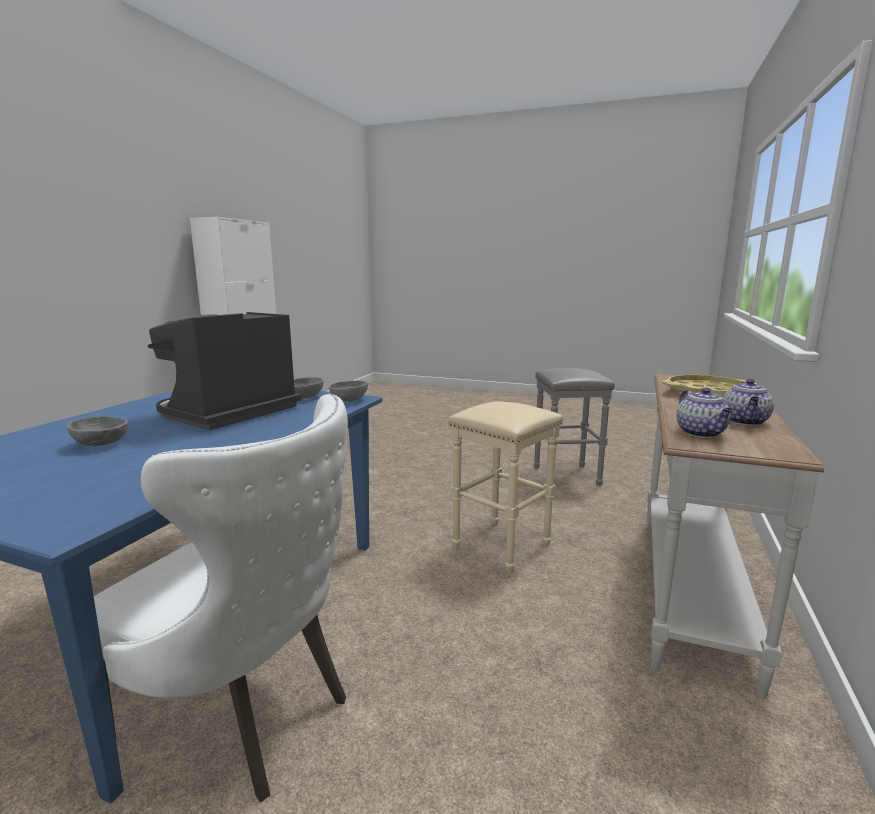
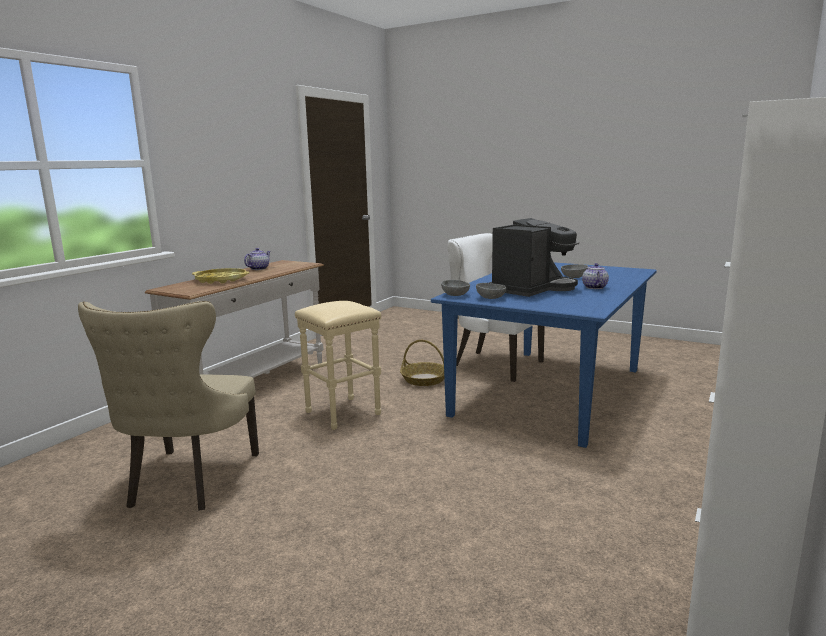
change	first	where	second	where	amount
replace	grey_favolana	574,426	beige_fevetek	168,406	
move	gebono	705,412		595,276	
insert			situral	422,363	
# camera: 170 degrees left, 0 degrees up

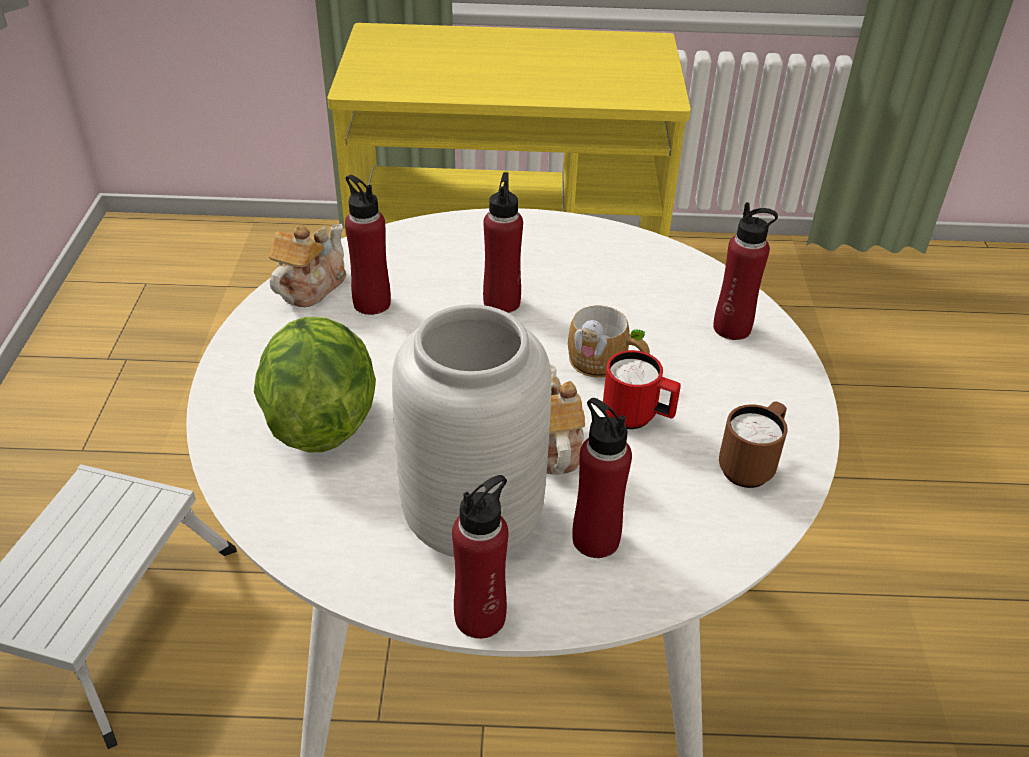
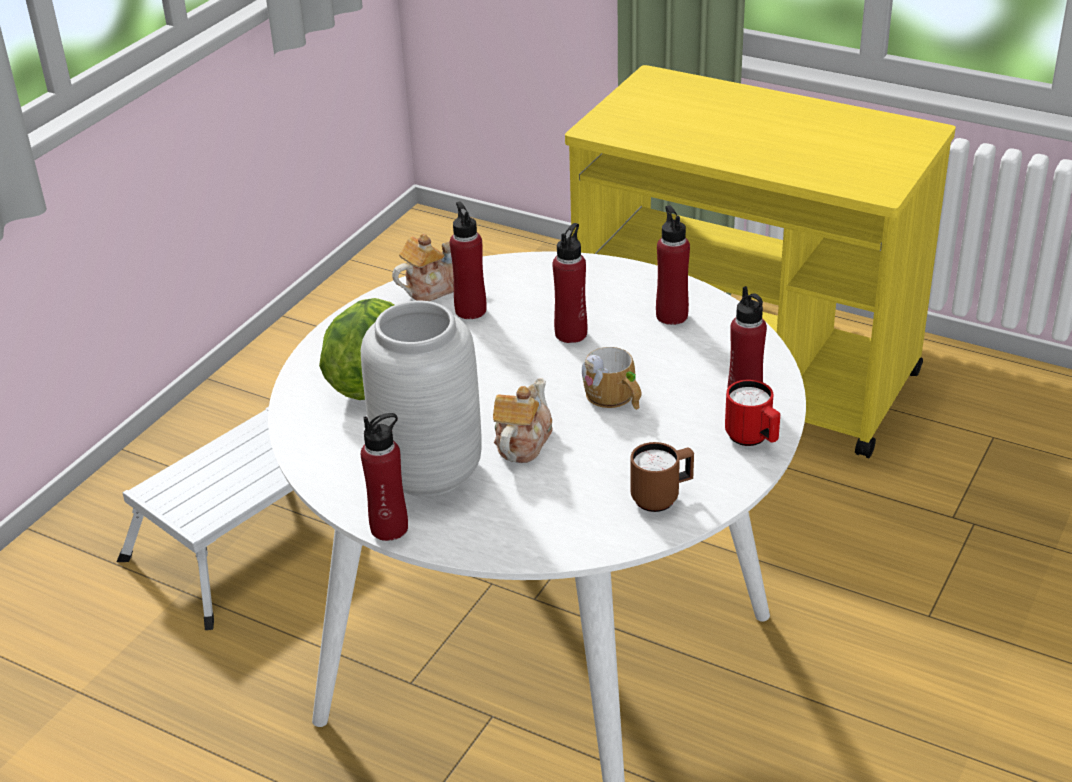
change	first	where	second	where	amount
move	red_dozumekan	642,389		752,413	
move	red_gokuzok	602,478		673,265	
# camera: 30 degrees right, 5 degrees down

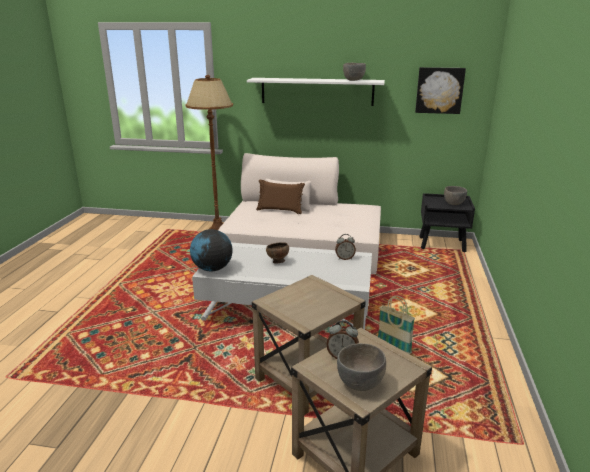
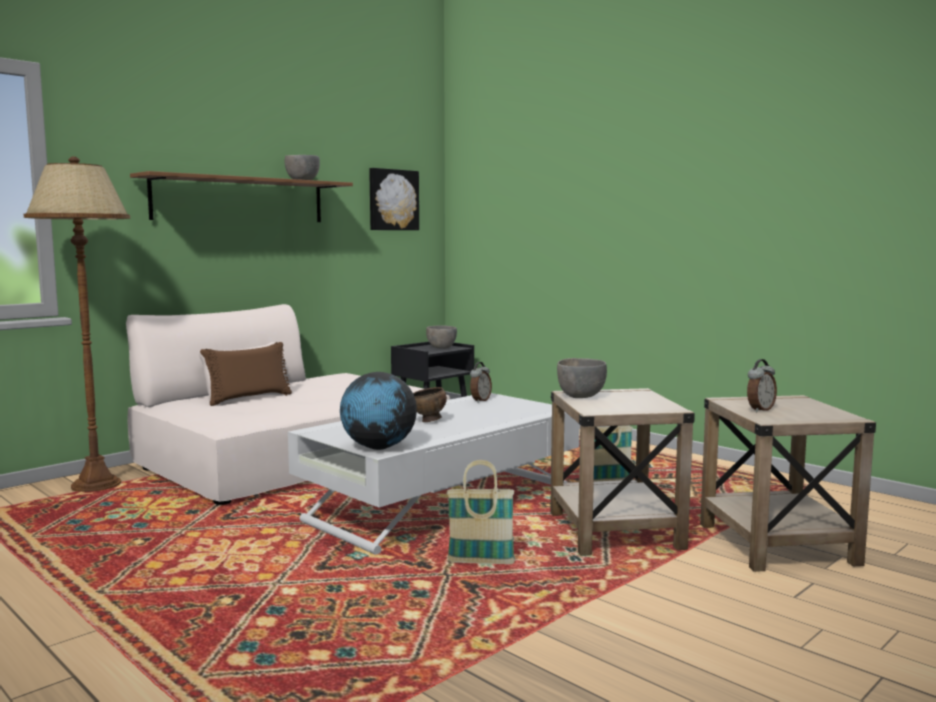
change	first	where	second	where	amount
recolor	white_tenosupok	316,92	brown_tenosupok	241,196	
move	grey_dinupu	361,367		582,378	
insert			situral	481,512	
# camera: 55 degrees left, 15 degrees down

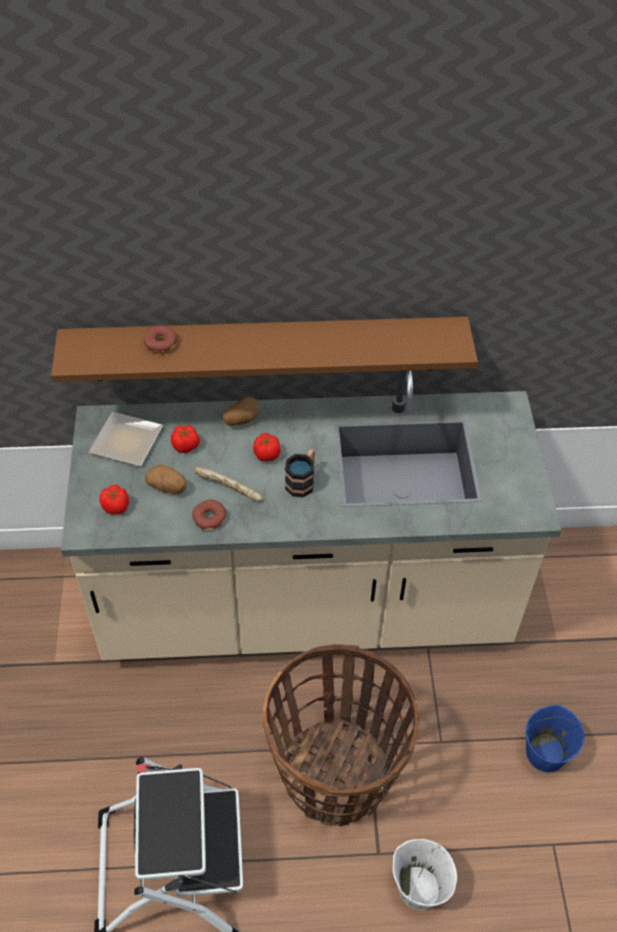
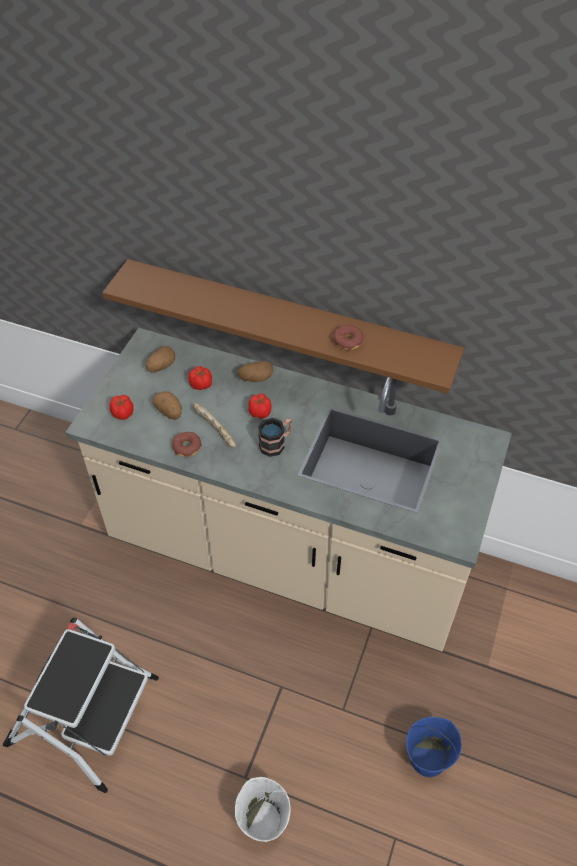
change	first	where	second	where	amount
move	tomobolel	161,339		348,338	
replace	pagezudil	126,439	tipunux	160,359	
delete	situral	341,735			
# camera: 25 degrees right, 0 degrees up

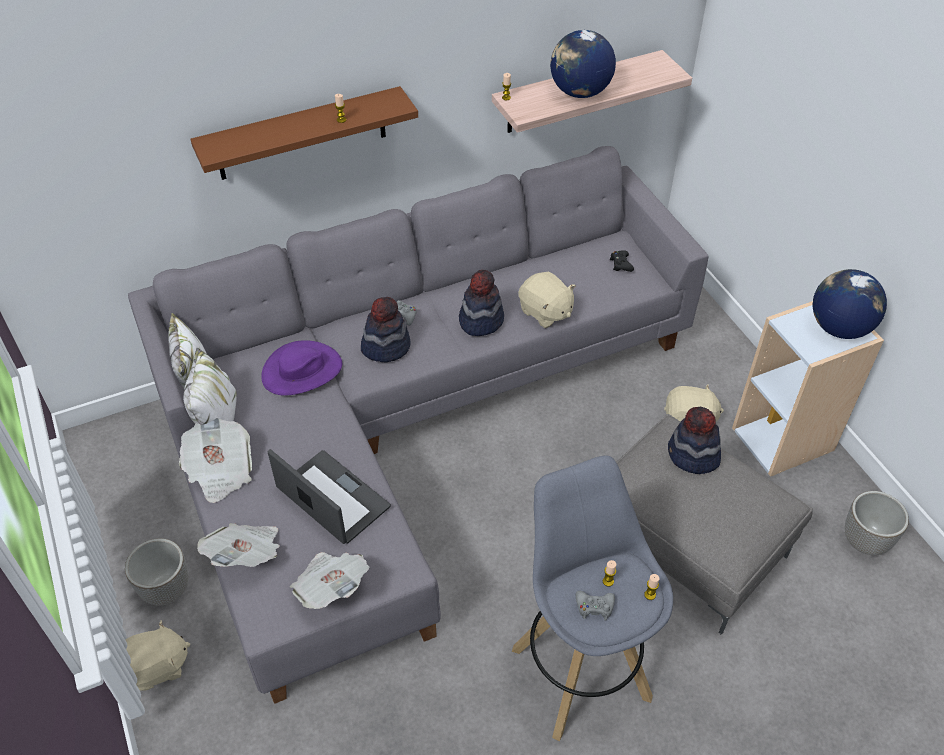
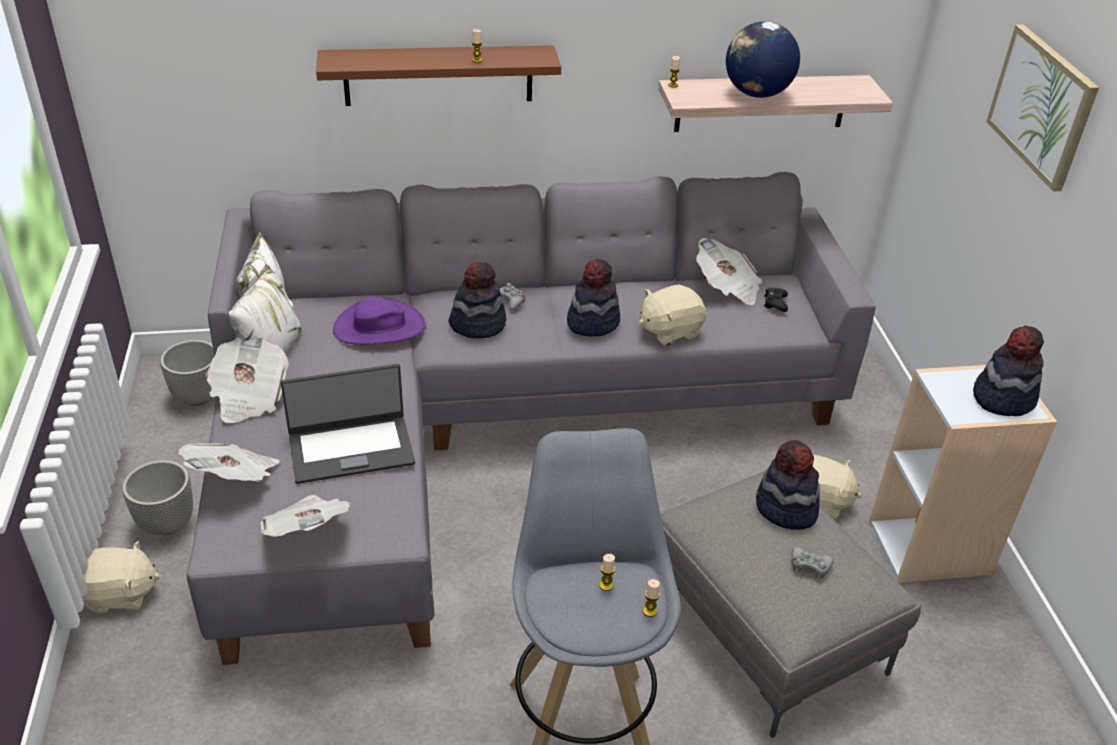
change	first	where	second	where	amount
replace	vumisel	850,304	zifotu	1008,371	
rotate	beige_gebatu	547,300		672,315	90 degrees clockwise
rotate	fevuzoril	329,496		348,424	105 degrees clockwise
move	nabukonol	877,523		187,373	
move	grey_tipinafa	595,605		812,563	
insert			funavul	1042,108	
insert			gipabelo	729,271	
# camera: 15 degrees right, 10 degrees down

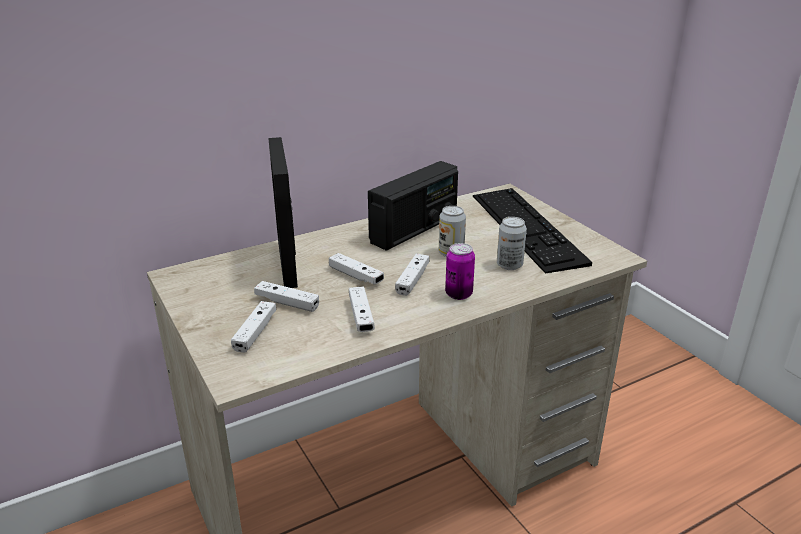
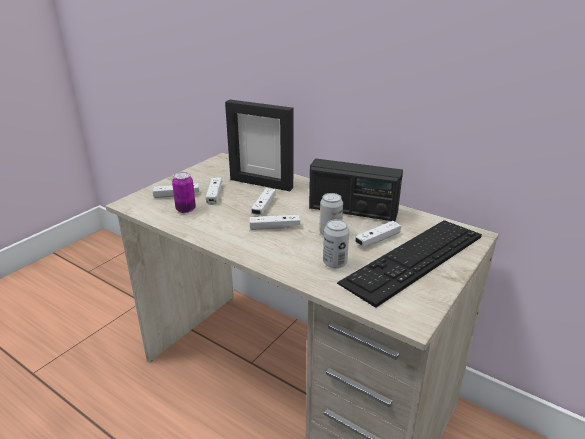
change	first	where	second	where	amount
rotate	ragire	283,212		259,145	120 degrees counterclockwise
move	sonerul	460,271		184,192	
move	white_tipinafa	362,309		378,234	
# camera: 65 degrees right, 0 degrees up

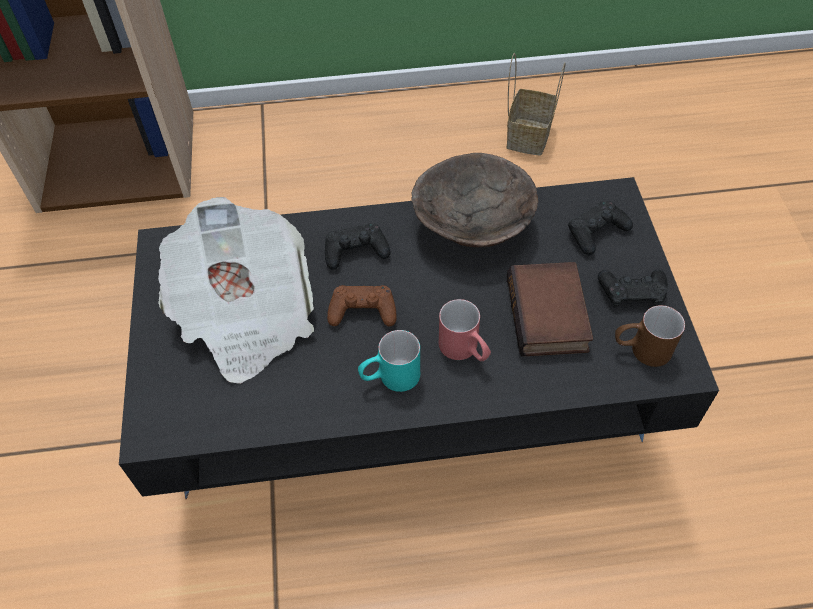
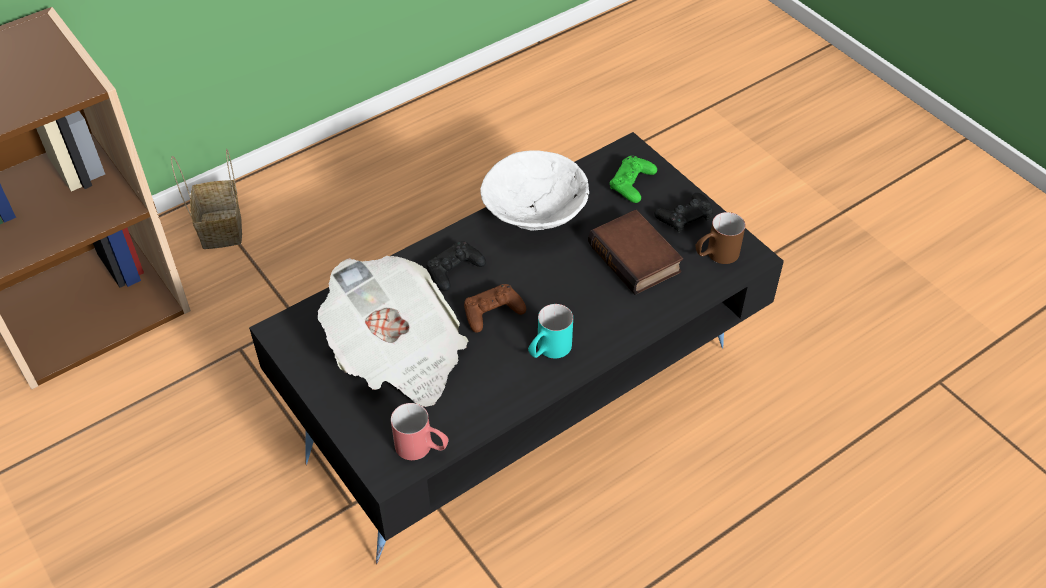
change	first	where	second	where	amount
move	situral	536,104		206,199	
recolor	brown_dinupu	474,200	white_dinupu	534,190	
recolor	black_tipinafa	600,228	green_tipinafa	633,179	
move	red_dozumekan	465,330		420,431	
# camera: 30 degrees left, 5 degrees down

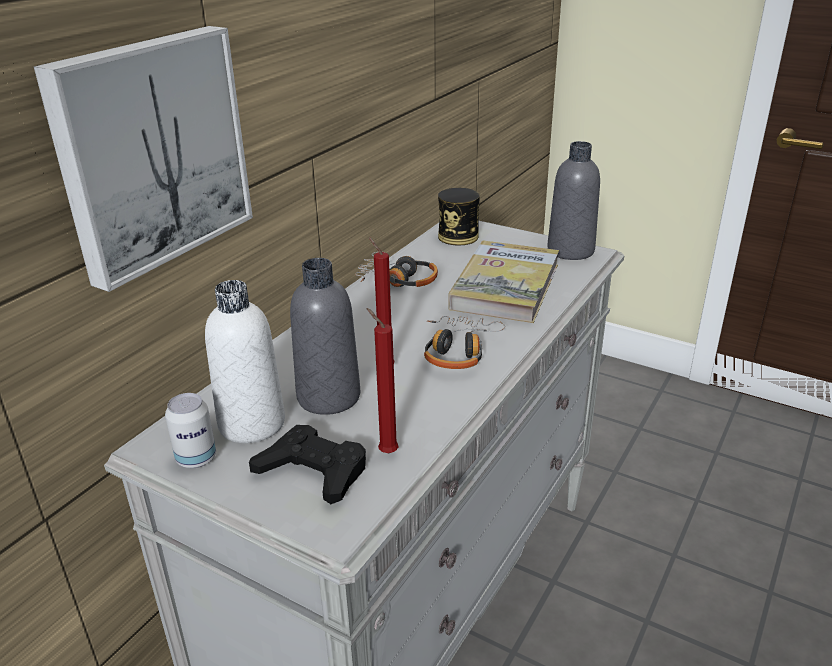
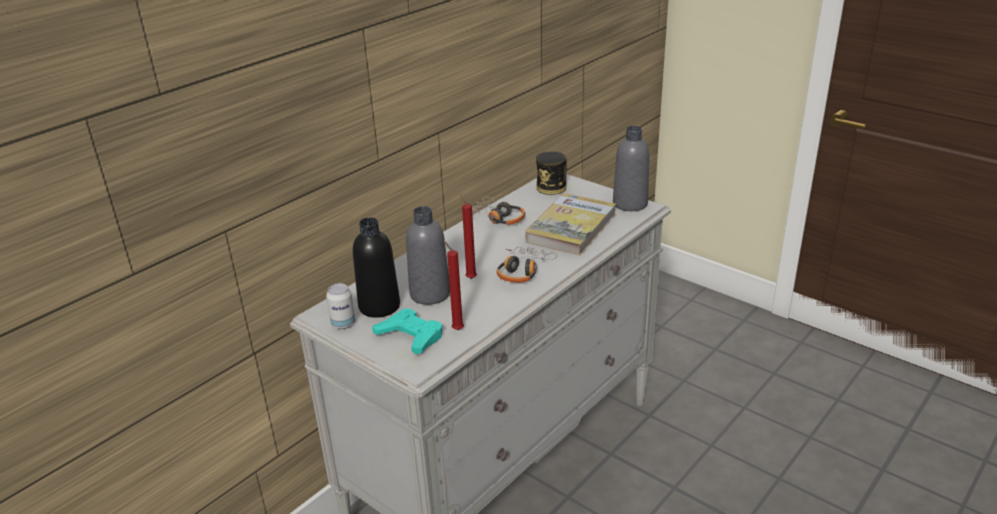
change	first	where	second	where	amount
delete	funavul	143,159			
recolor	white_gokuzok	245,361	black_gokuzok	376,268	
recolor	black_tipinafa	307,464	turquoise_tipinafa	407,331	
# camera: 10 degrees right, 0 degrees up

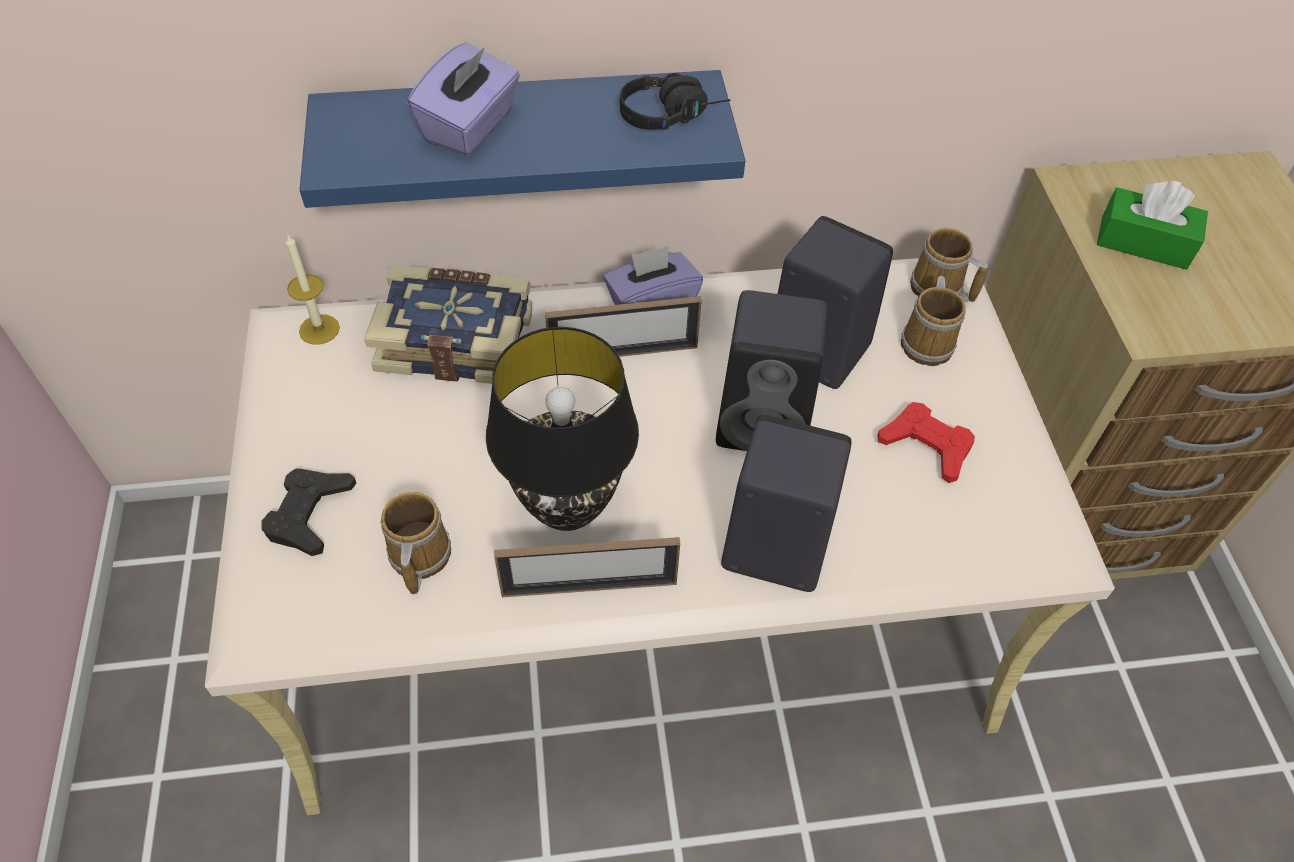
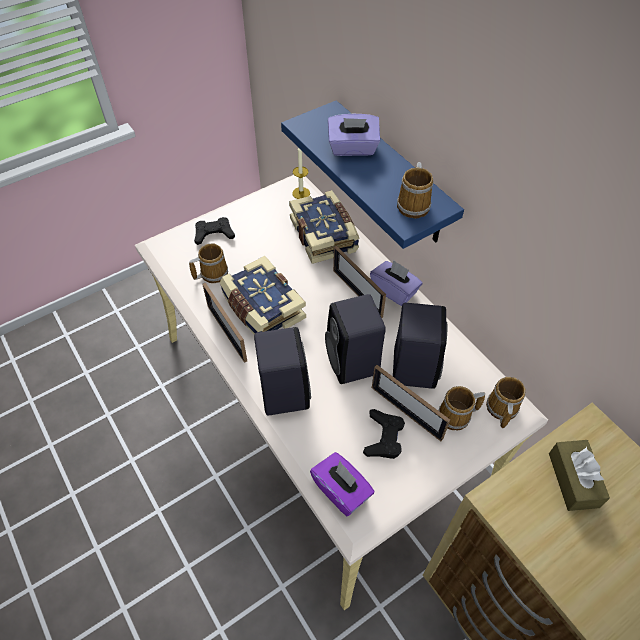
change	first	where	second	where	amount
replace	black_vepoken	675,101	dozumekan	415,190	
recolor	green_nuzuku	1152,225	brown_nuzuku	579,475	
replace	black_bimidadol	562,429	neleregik	263,295	
recolor	red_tipinafa	926,442	black_tipinafa	384,434	
insert			ragire	411,403	
insert			purple_nuzuku	342,484	
# camera: 65 degrees right, 0 degrees up

